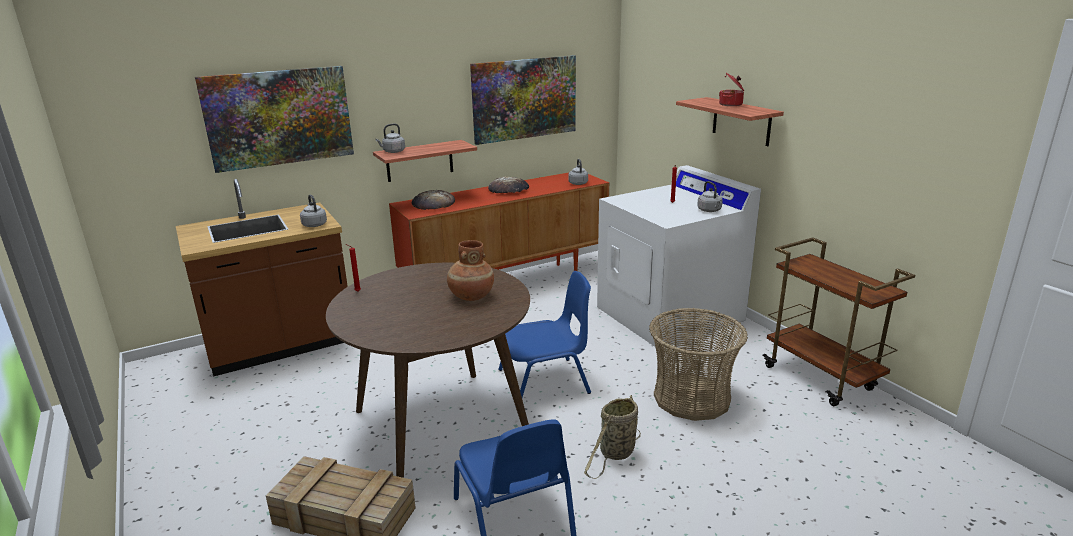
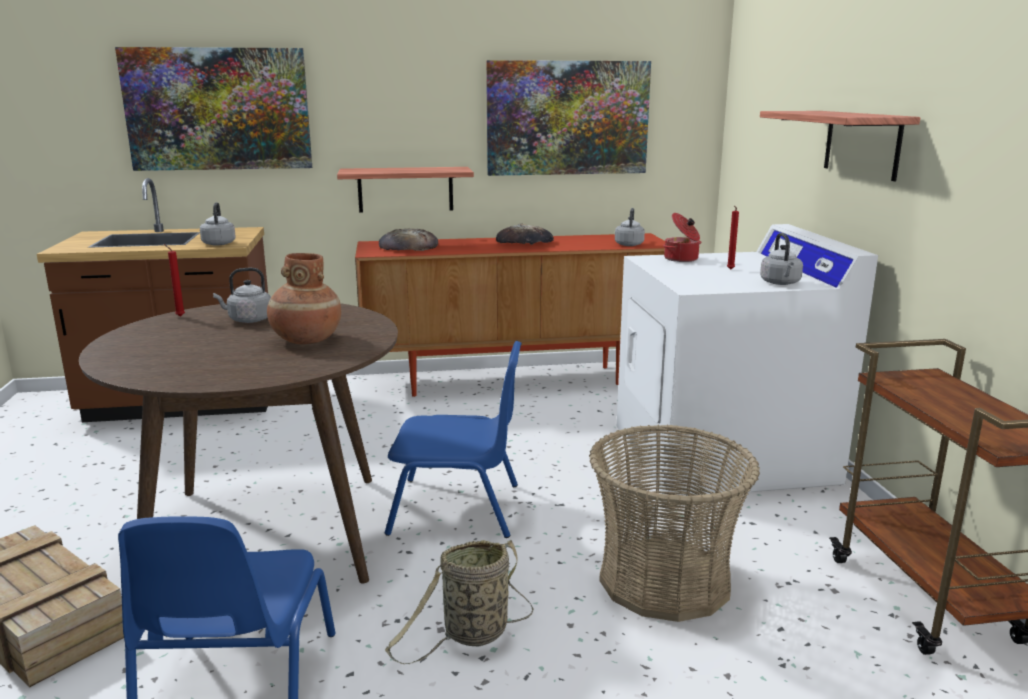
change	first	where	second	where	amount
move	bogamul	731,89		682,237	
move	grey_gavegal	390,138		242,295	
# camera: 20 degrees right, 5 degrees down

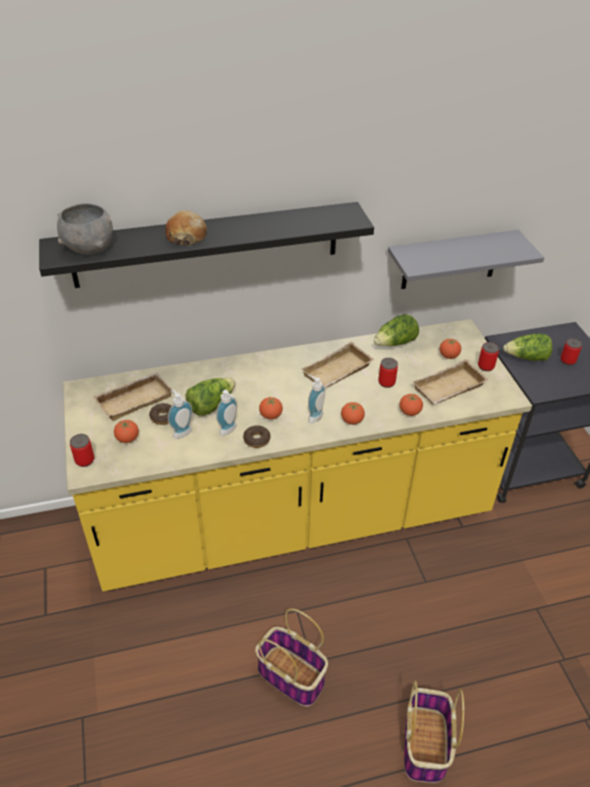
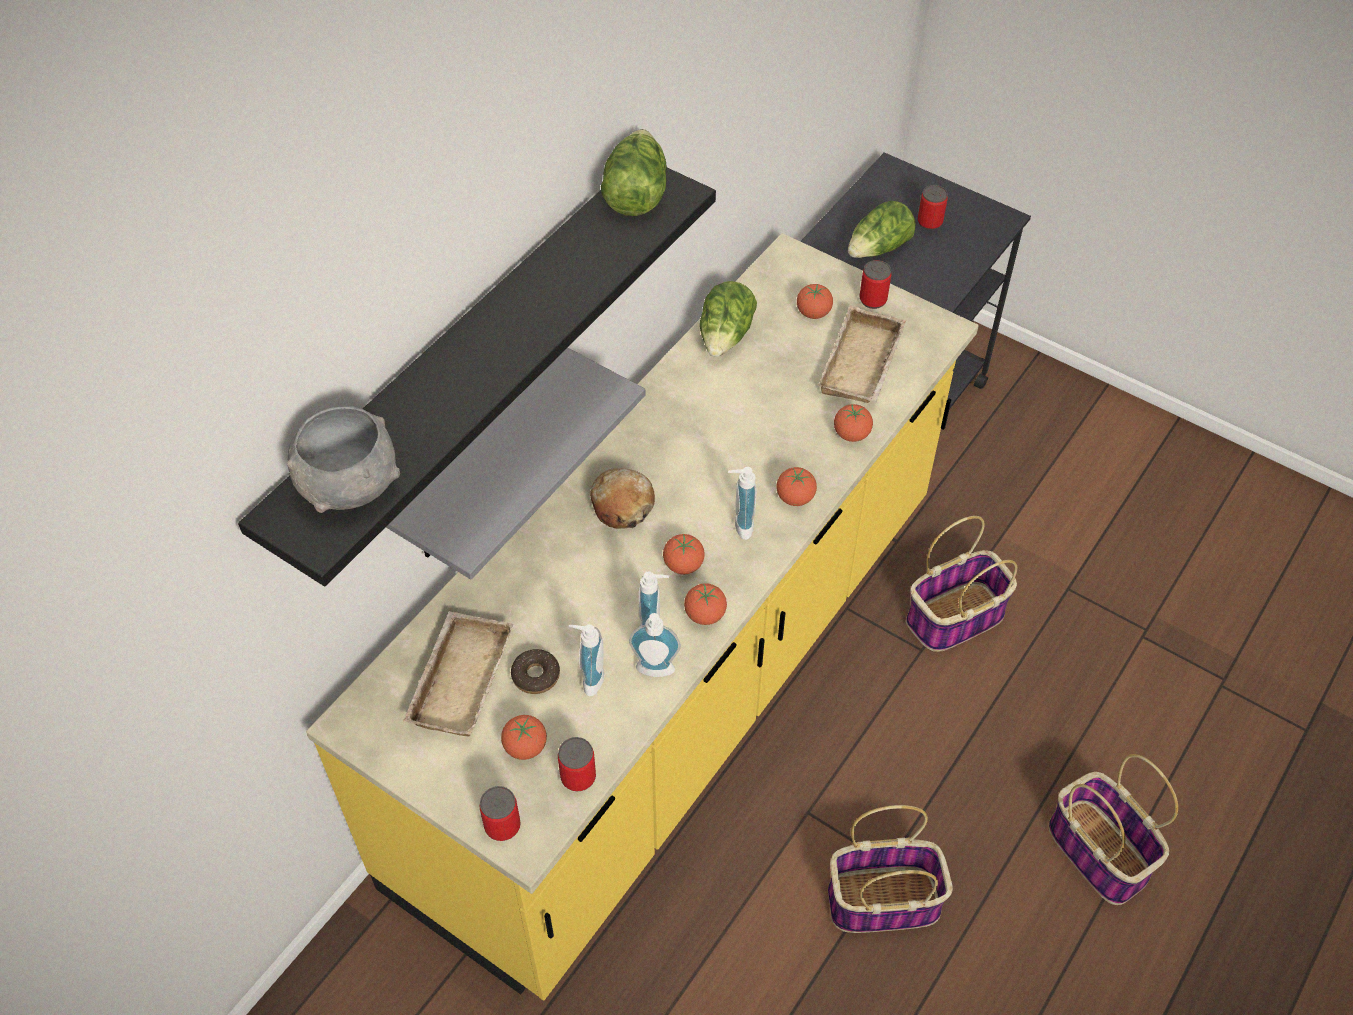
change	first	where	second	where	amount
move	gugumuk	186,228		622,498	
move	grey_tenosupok	466,259		516,463	
delete	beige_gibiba	338,364			
move	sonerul	388,373		577,764	
move	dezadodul	210,397		634,172	
replace	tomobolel	256,436	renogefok	705,604	
insert			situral	961,584	
insert			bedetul	655,645	
# camera: 40 degrees left, 10 degrees up

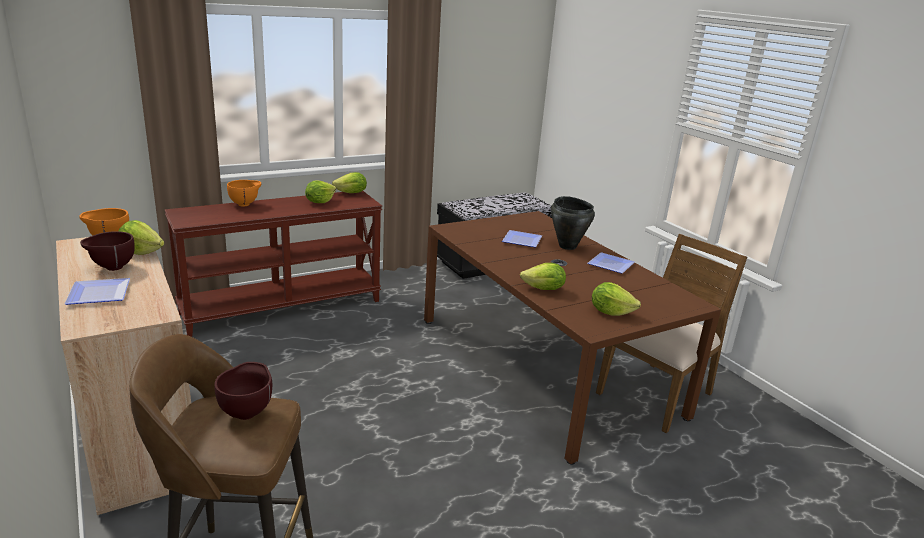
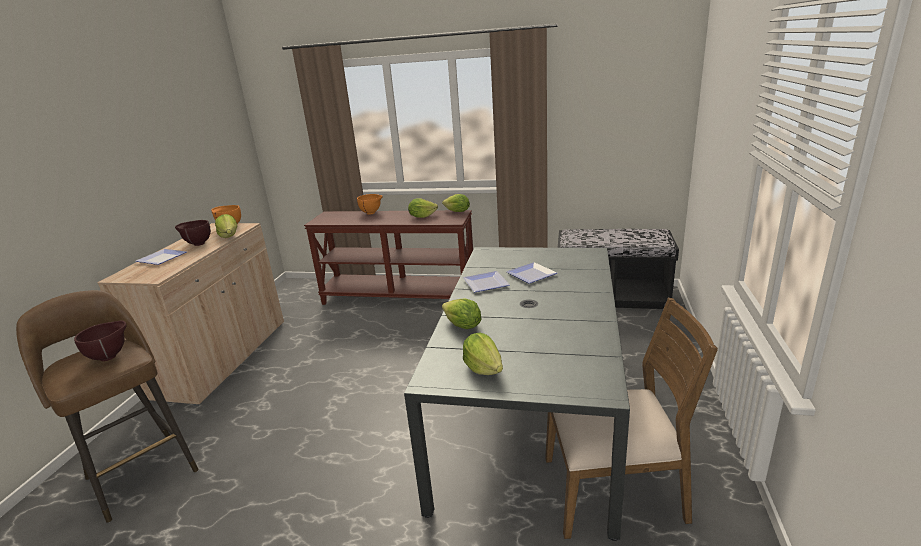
change	first	where	second	where	amount
delete	black_bogamul	573,223			
recolor	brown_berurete	572,337	grey_berurete	517,394	
move	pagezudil	611,263		486,281	
# camera: 45 degrees right, 0 degrees up

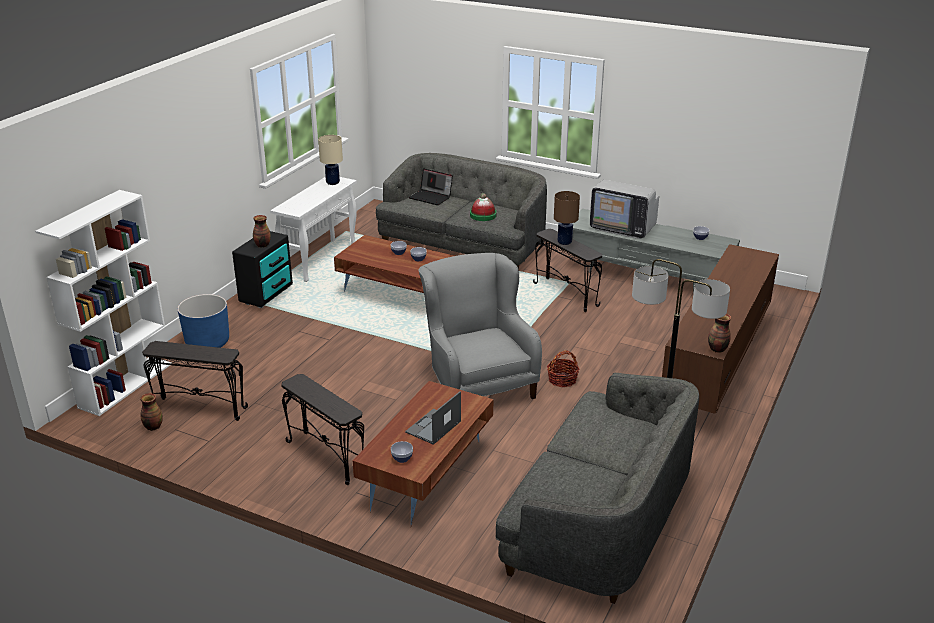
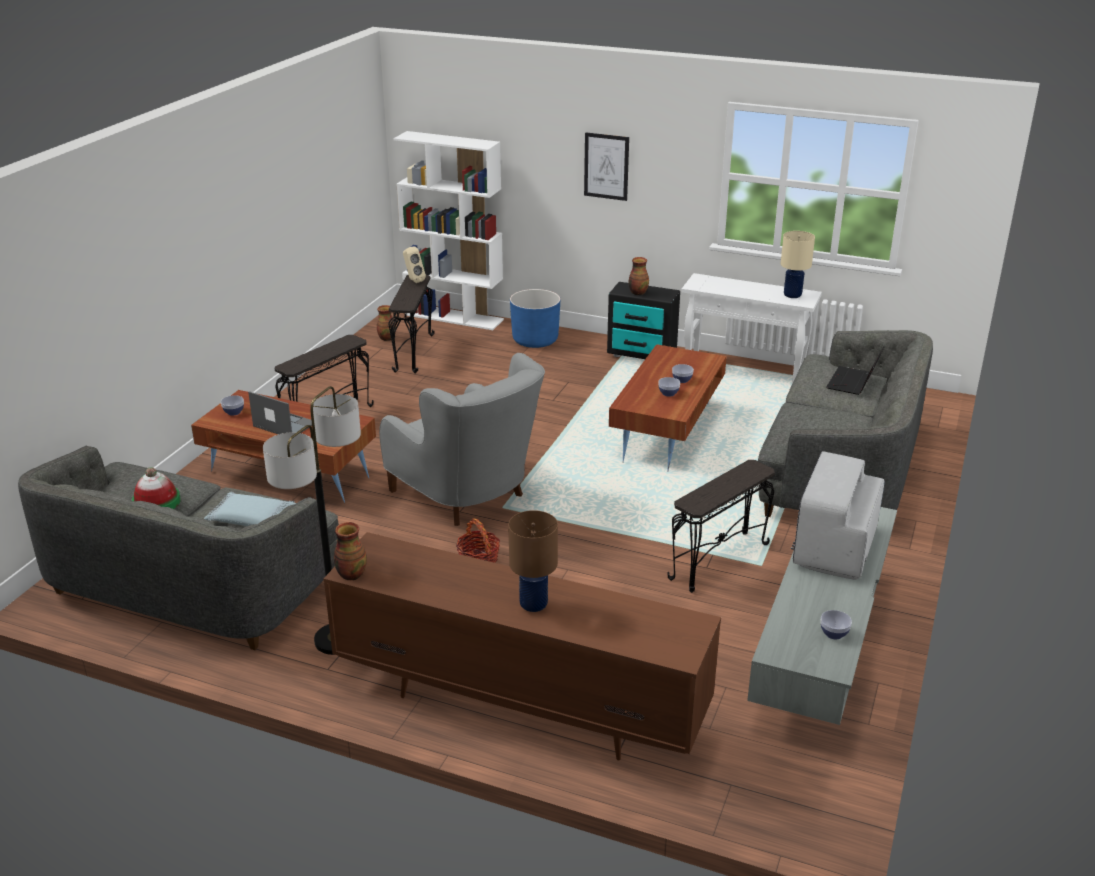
change	first	where	second	where	amount
move	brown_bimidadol	567,218		533,561	
move	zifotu	483,207		156,488	
rotate	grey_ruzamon	480,326		462,439	75 degrees clockwise
insert			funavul	606,166	
insert			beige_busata	414,264	
insert			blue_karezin	250,509	
# camera: 85 degrees right, 0 degrees up

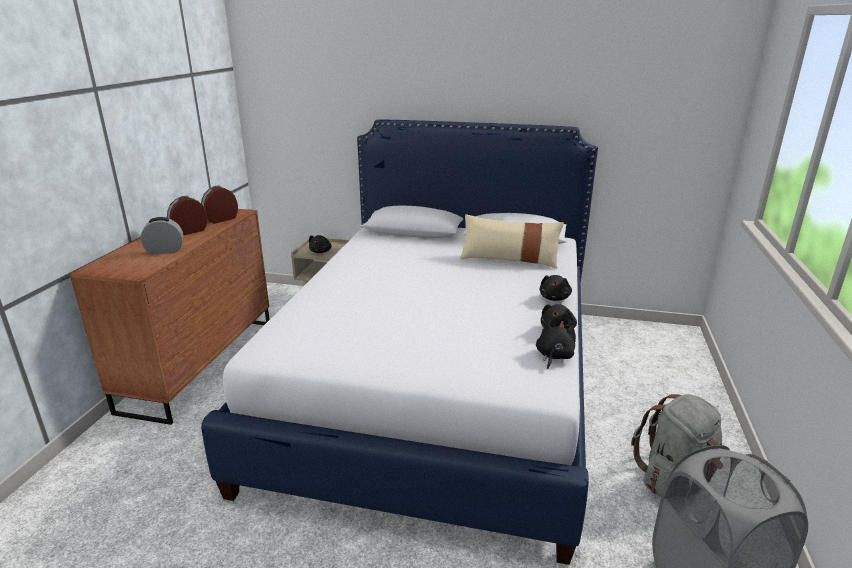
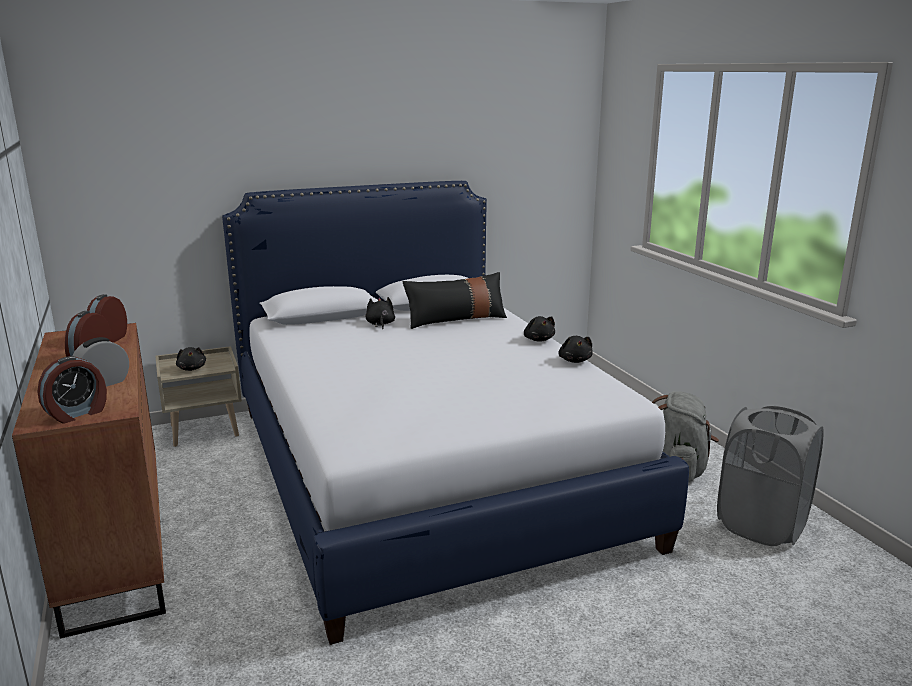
change	first	where	second	where	amount
recolor	beige_karezin	512,241	black_karezin	455,300	
move	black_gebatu	556,344		380,313	
insert			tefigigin	72,390	
# camera: 35 degrees left, 5 degrees down

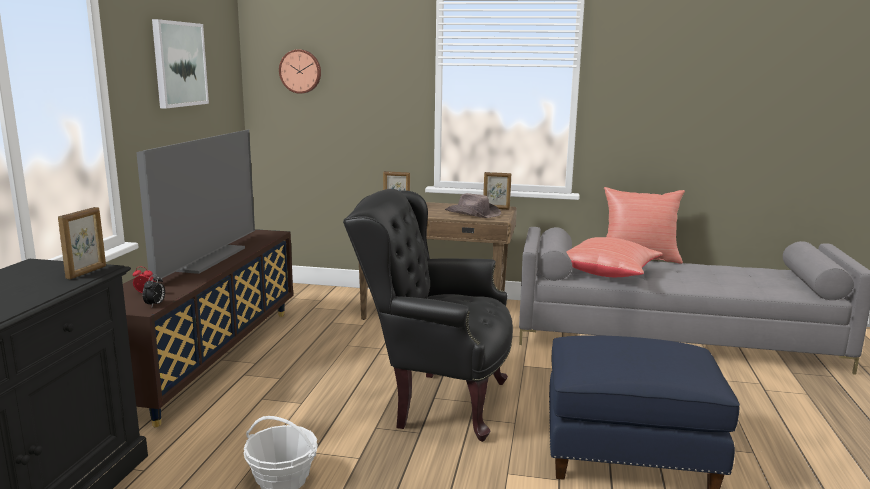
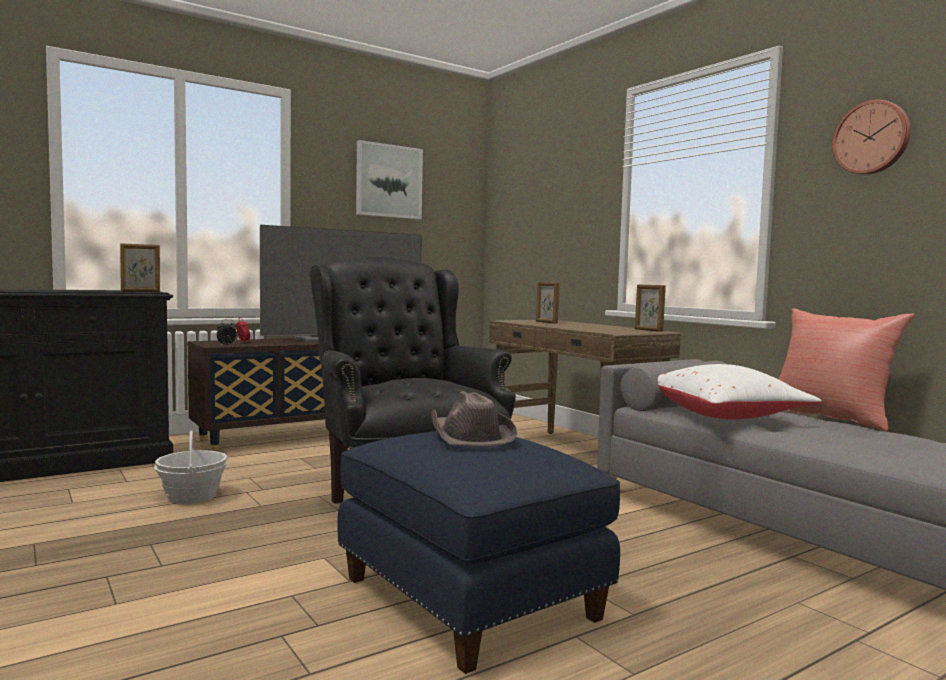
change	first	where	second	where	amount
move	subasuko	300,71		871,137	
move	brown_zifotu	473,205		474,419	
recolor	red_karezin	614,257	white_karezin	740,391	
# camera: 45 degrees right, 10 degrees down

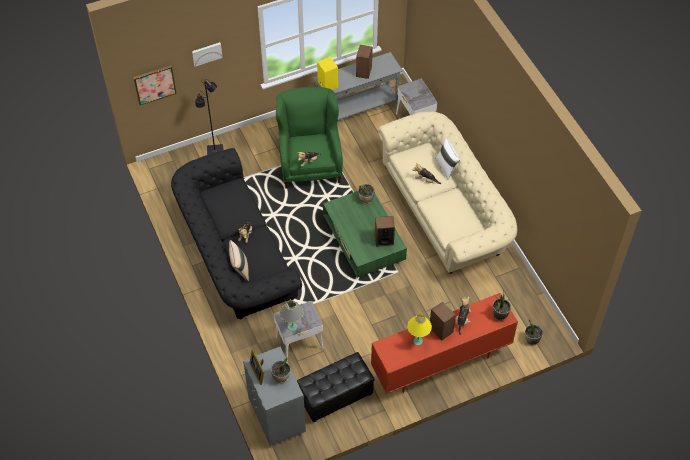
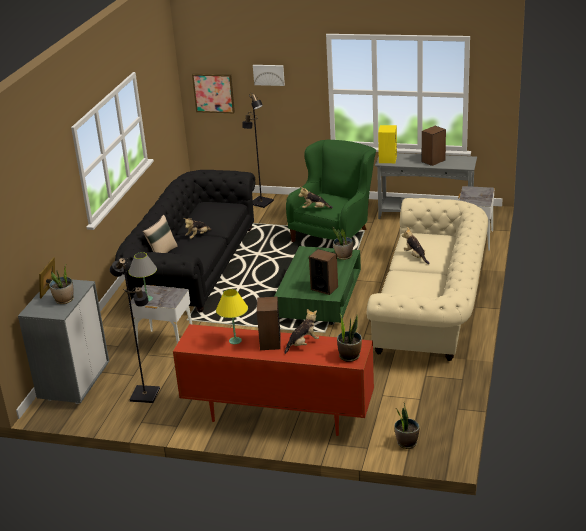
change	first	where	second	where	amount
delete	white_karezin	447,158			
replace	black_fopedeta	336,387	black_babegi	135,330	
# camera: 40 degrees right, 25 degrees down

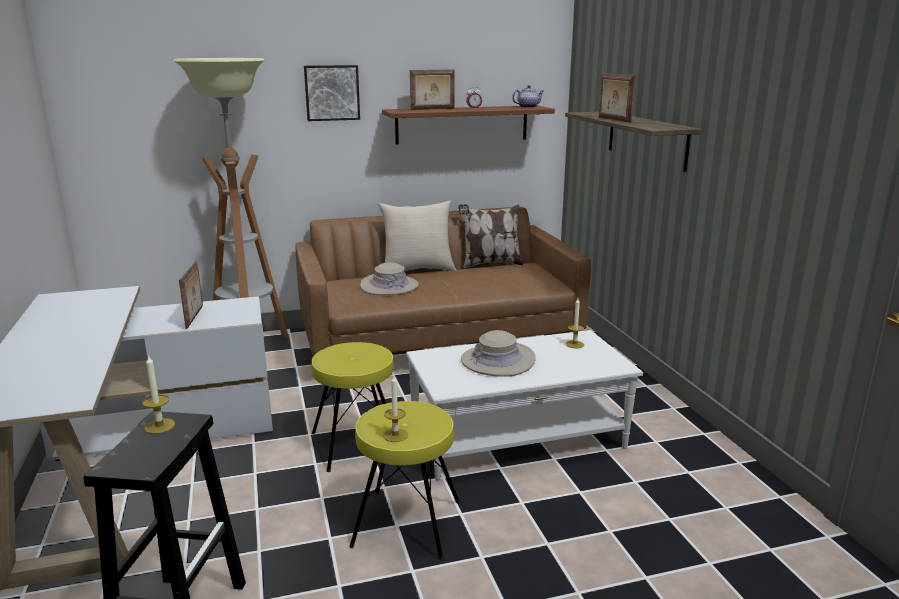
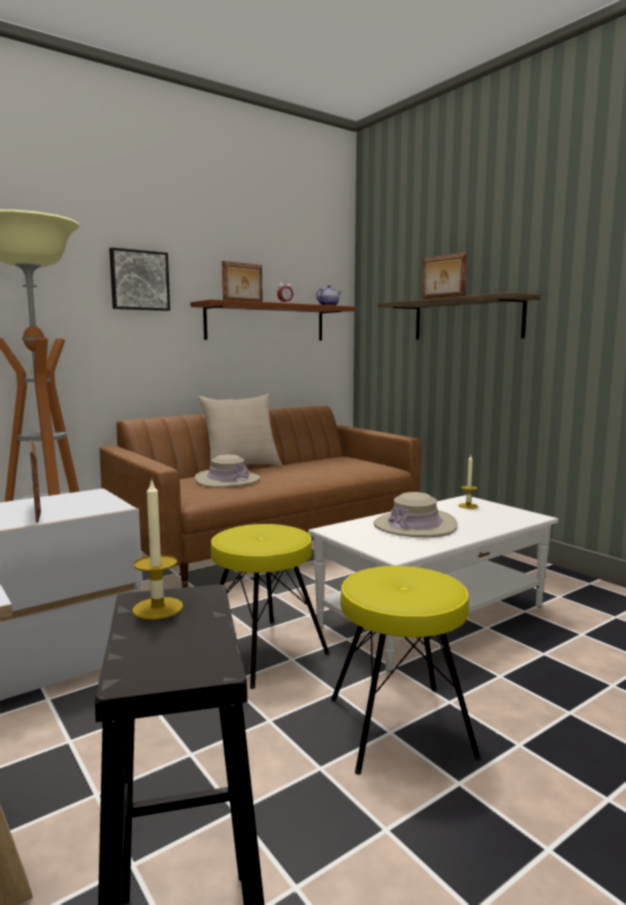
change	first	where	second	where	amount
delete	karezin	490,236			
delete	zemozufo	395,409			
# camera: 20 degrees left, 10 degrees down

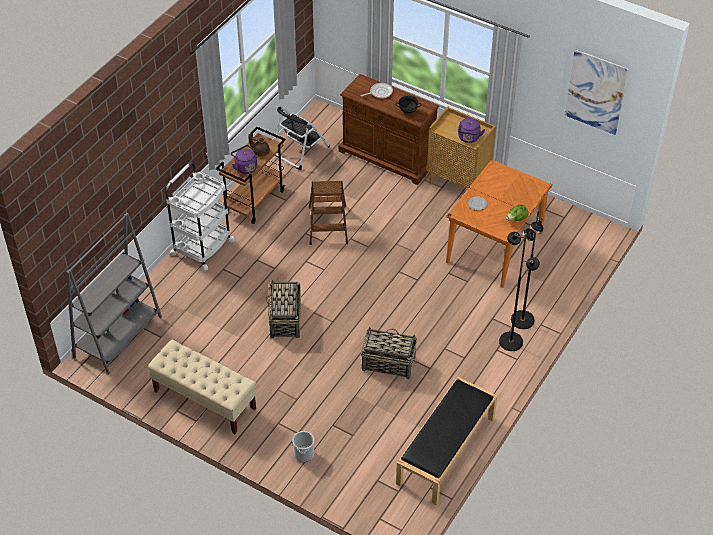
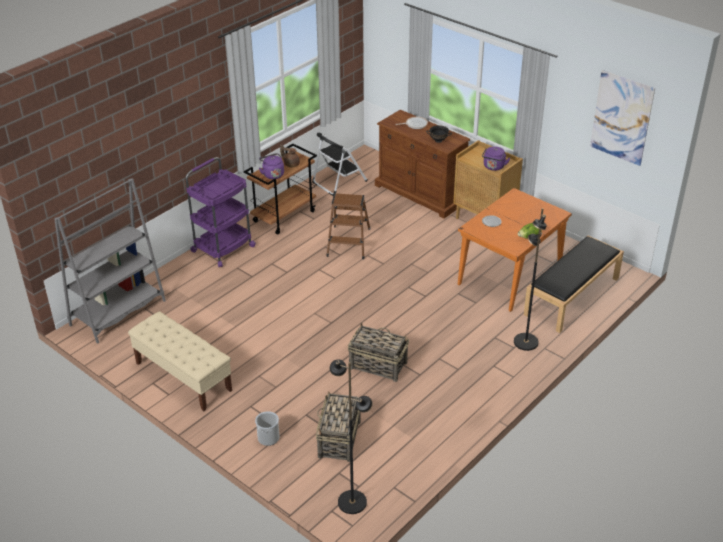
change	first	where	second	where	amount
recolor	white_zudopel	200,216	purple_zudopel	221,212	
move	black_babegi	519,291		351,436	
move	situral	283,309		338,426	
move	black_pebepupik	446,441		574,284	
# camera: 10 degrees right, 10 degrees down

